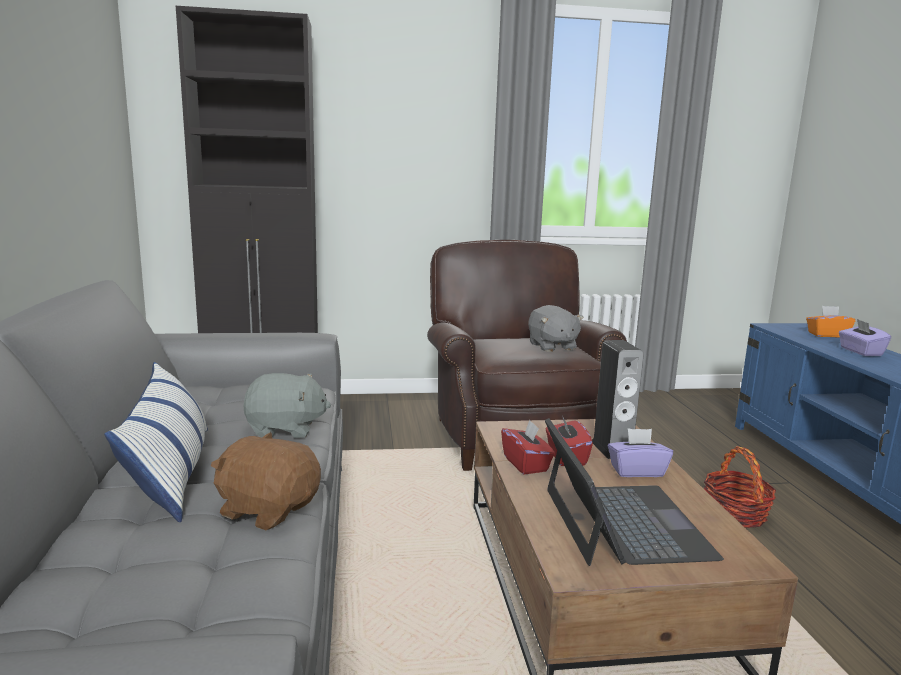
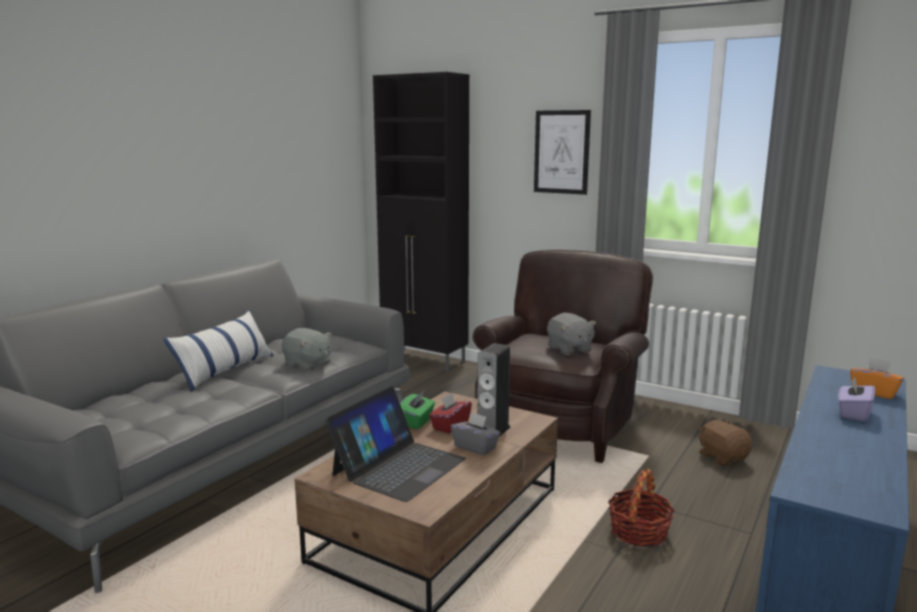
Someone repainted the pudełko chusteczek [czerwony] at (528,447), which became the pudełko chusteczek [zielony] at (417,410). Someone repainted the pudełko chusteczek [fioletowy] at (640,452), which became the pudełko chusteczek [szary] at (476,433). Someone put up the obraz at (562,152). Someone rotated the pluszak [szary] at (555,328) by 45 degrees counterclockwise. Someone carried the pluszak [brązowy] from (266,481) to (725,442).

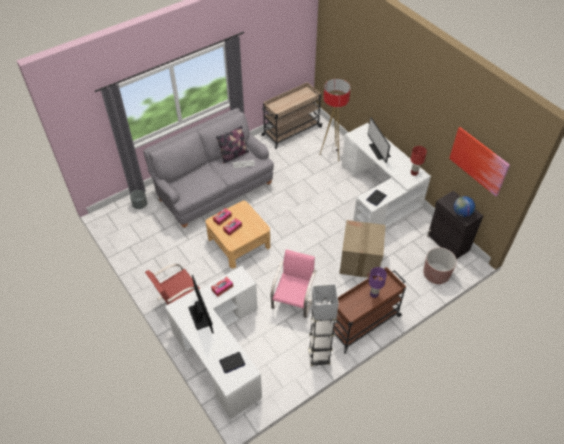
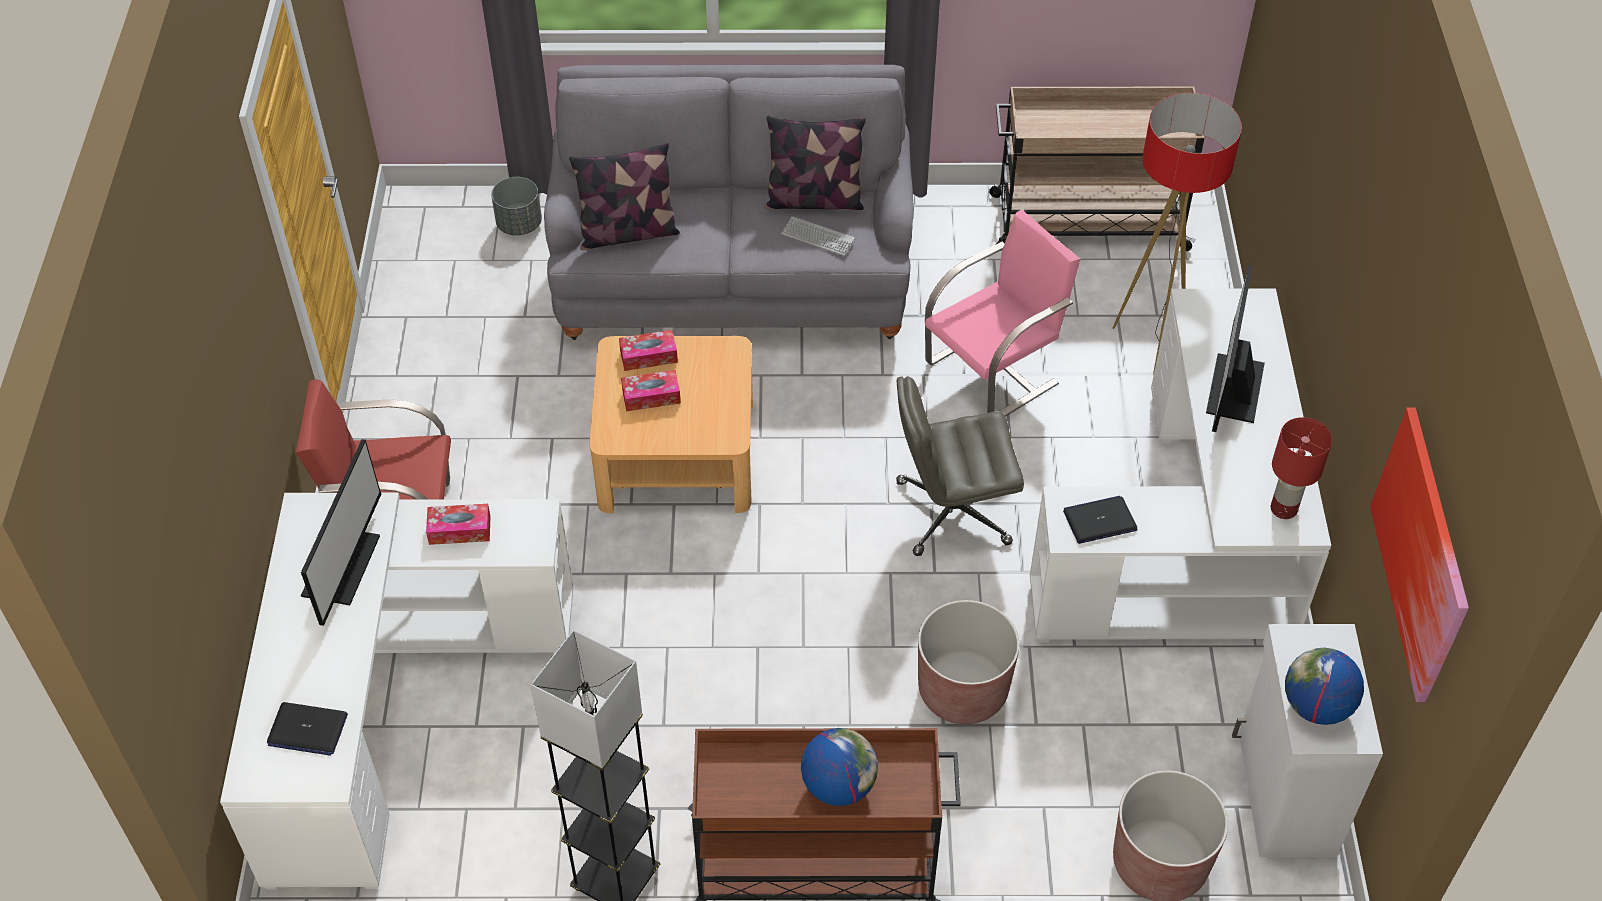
Someone put down the poduszka at (624,196). Someone swapped the lampa stołowa [fioletowy] at (378,282) for the globus at (839,767). Someone put down the krzesło biurowe [szary] at (960,466). Someone swapped the karton at (362,249) for the donica [brązowy] at (968,662). Someone carried the krzesło [różowy] from (294,283) to (1003,313). Someone repainted the szafka [czarny] at (455,225), which became the szafka [biały] at (1307,740).

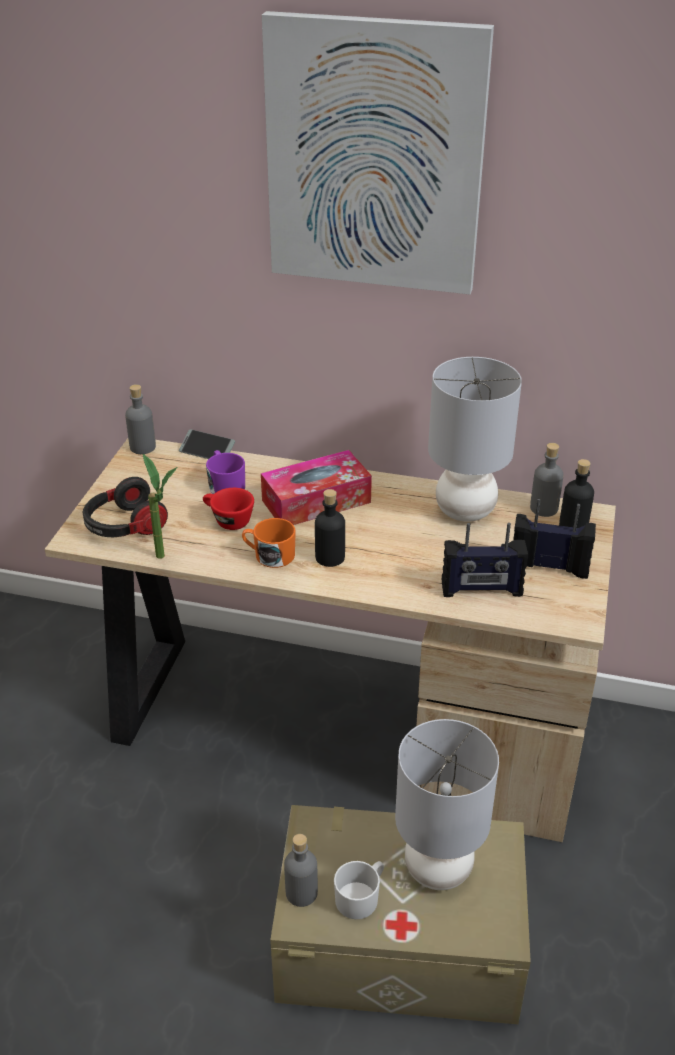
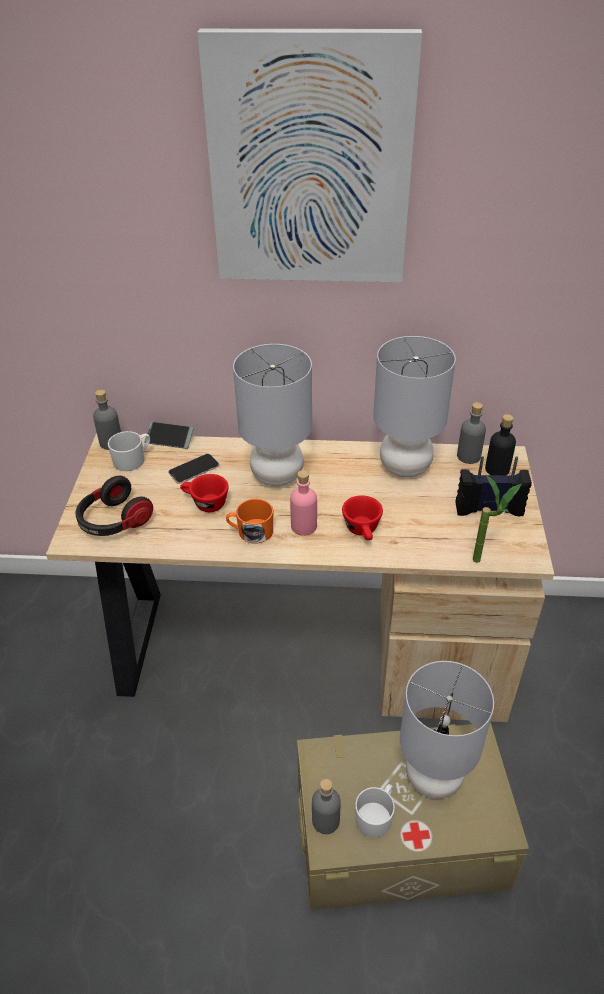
Someone put down the kubek [biały] at (129,451). Someone swapped the kubek [fioletowy] at (225,472) for the telefon at (193,469). Someone swapped the pudełko chusteczek at (316,487) for the lampa stołowa [szary] at (272,415). Someone repainted the butelka [czarny] at (330,528), which became the butelka [różowy] at (303,503). Someone put down the filiżanka [czerwony] at (362,517). Someone carried the roślina doniczkowa from (160,506) to (497,519). Someone took away the radio at (485,560).

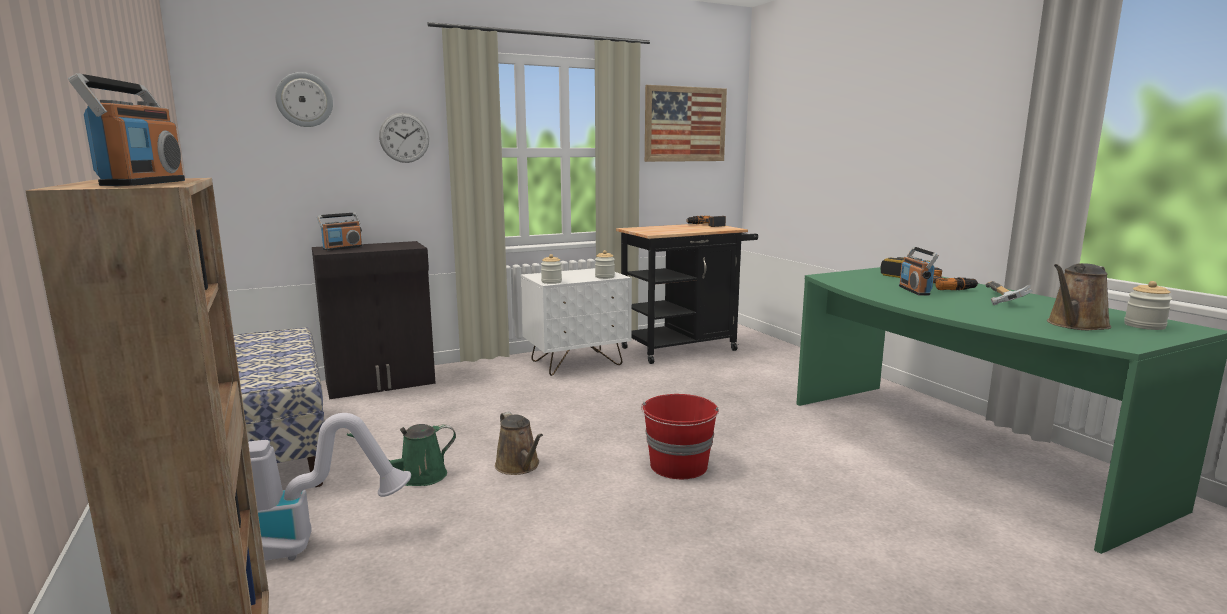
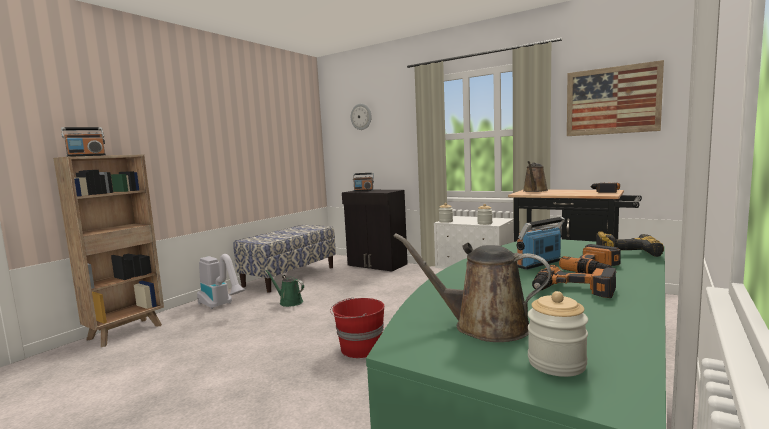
Someone carried the konewka [brązowy] from (519,443) to (535,176). Someone swapped the młotek at (1009,293) for the wiertarka at (574,281). Someone took away the zegar ścienny at (404,138).

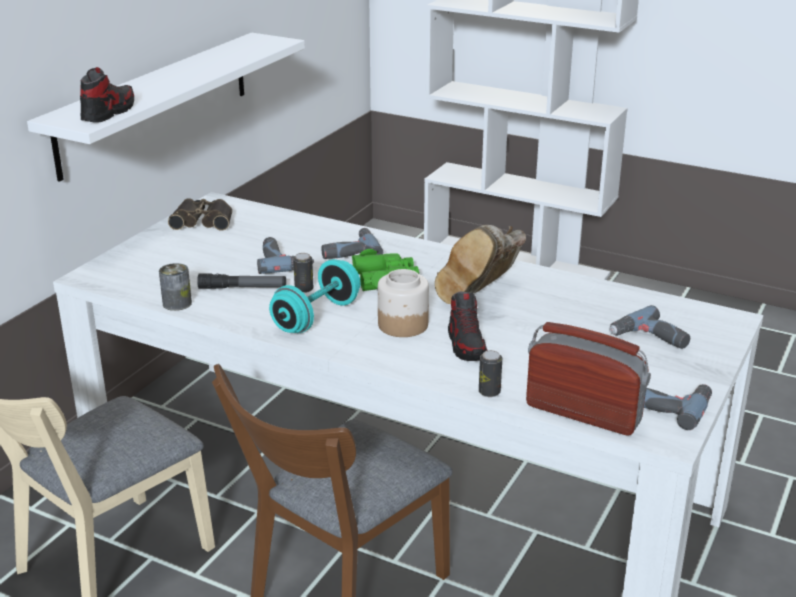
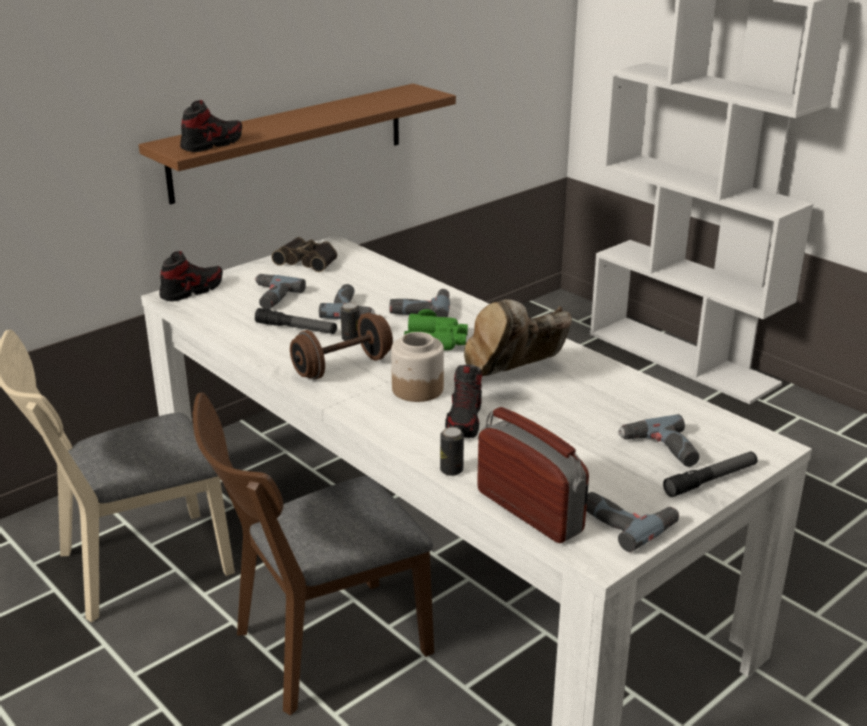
Someone repainted the półka [biały] at (166,107), which became the półka [brązowy] at (297,144). Someone put down the but at (191,276). Someone put down the wiertarka at (280,291). Someone repainted the hantel [turkusowy] at (314,296), which became the hantel [brązowy] at (341,346). Someone put down the latarka at (710,474). Someone took away the puszka at (175,287).

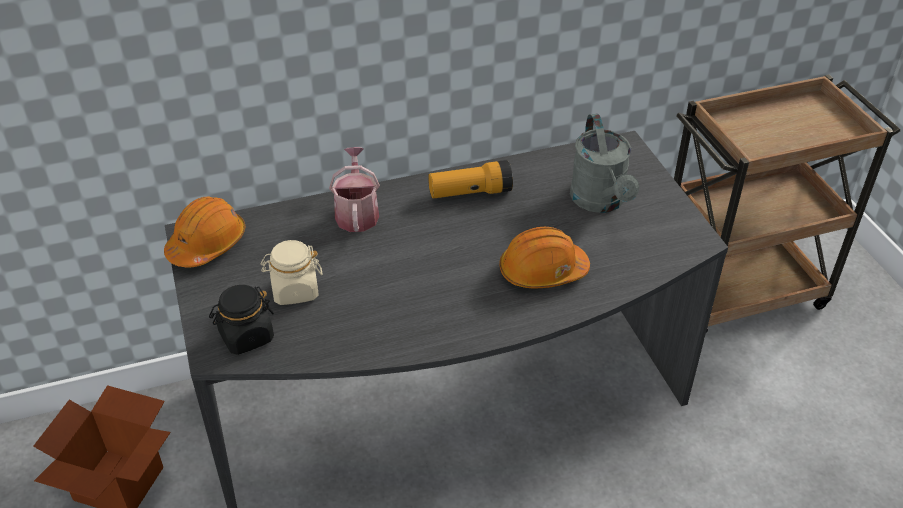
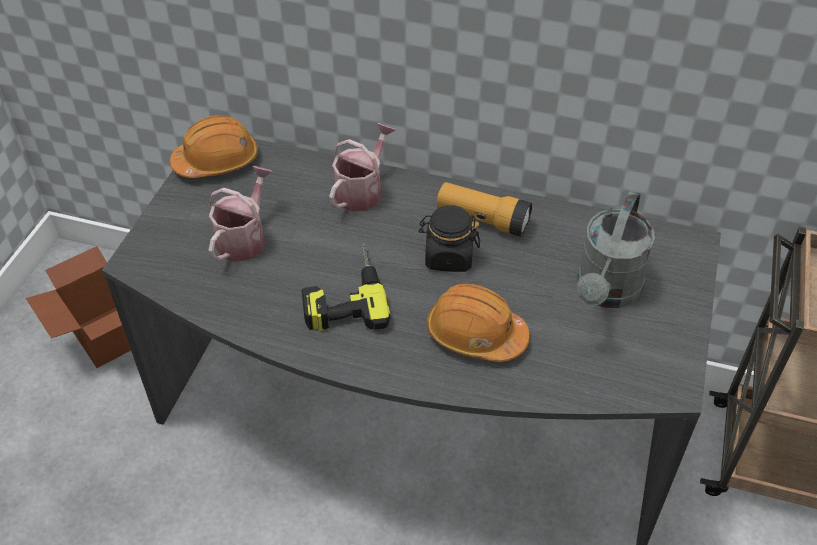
Someone swapped the słoik [beżowy] at (292,272) for the konewka at (240,214). Someone put down the wiertarka at (346,286). Someone carried the słoik [czarny] from (241,320) to (449,238).

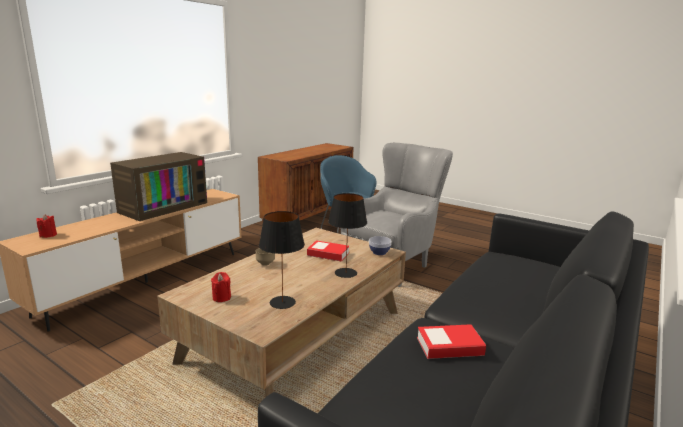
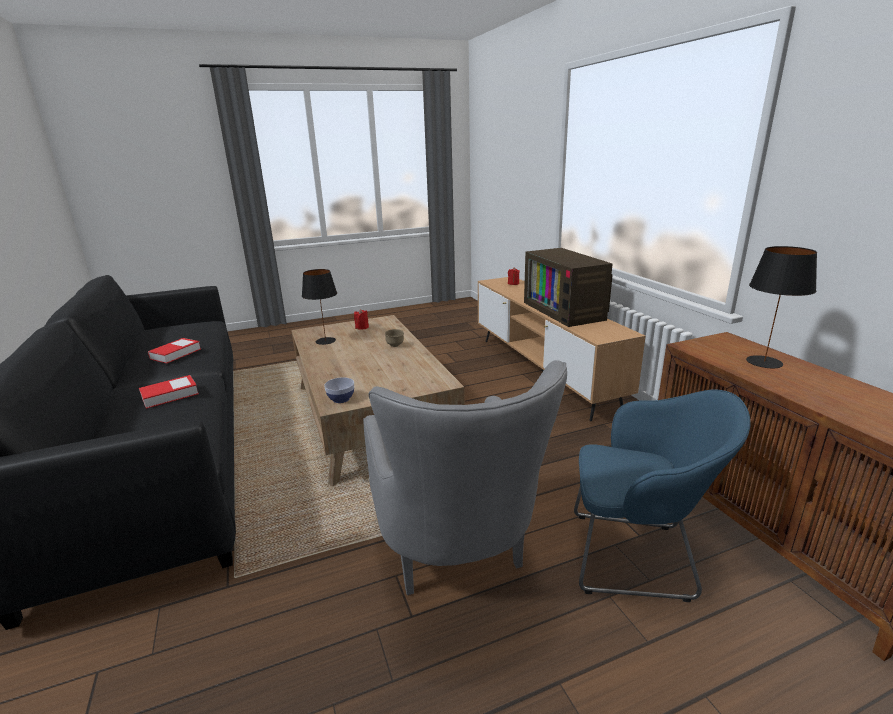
Someone carried the książka from (328,251) to (169,392). Someone carried the lampa stołowa [czarny] from (347,235) to (781,307).

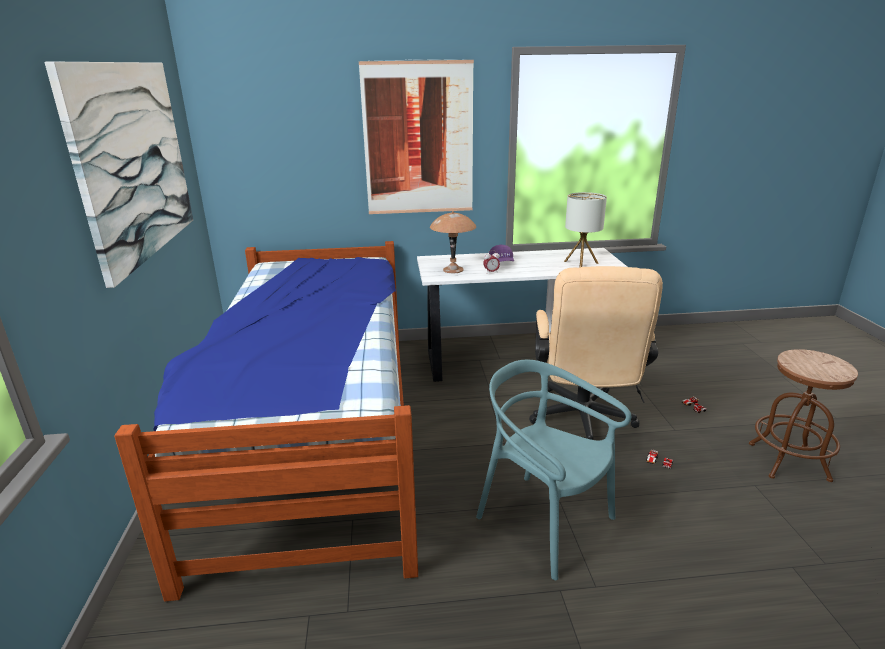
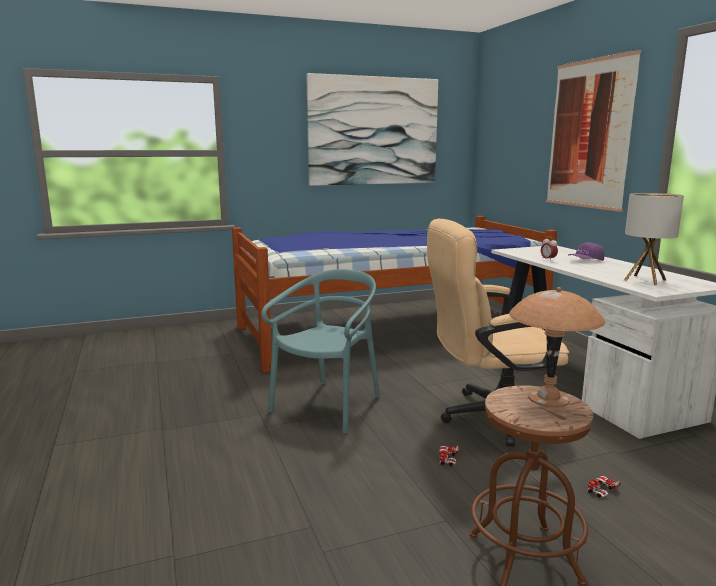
Someone carried the lampa stołowa [brązowy] from (453,242) to (557,347).

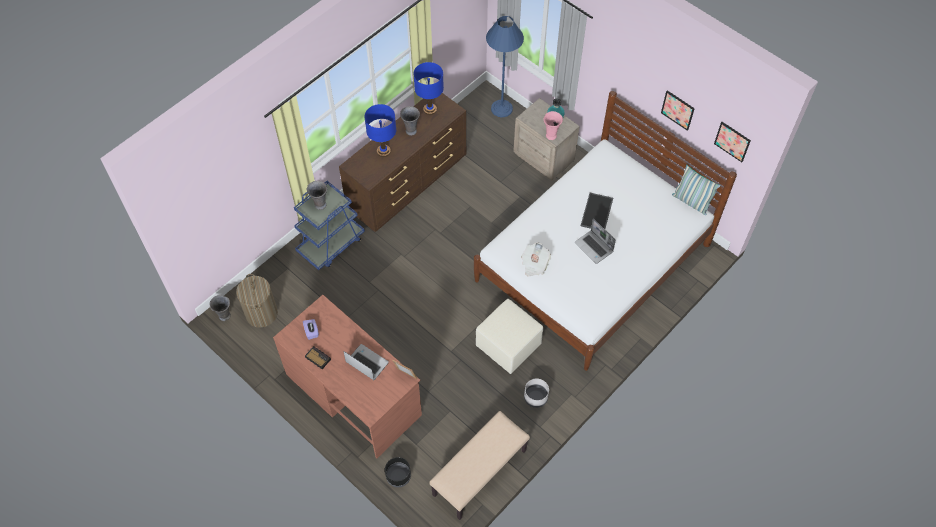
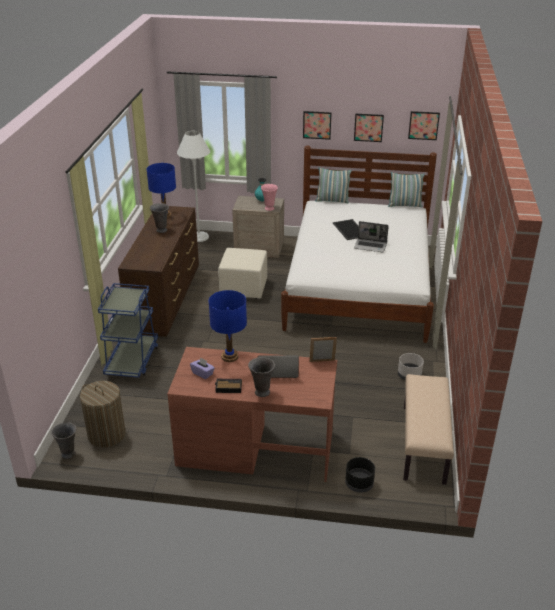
Someone repainted the lampa stojąca [niebieski] at (505,66), which became the lampa stojąca [biały] at (193,186). Someone carried the lampa stołowa [niebieski] from (380,130) to (228,326). Someone carried the pufa [beżowy] from (509,336) to (242,273). Someone carried the wazon [szary] from (317,195) to (261,377). Someone put up the obraz at (317,125). Someone put down the poduszka at (333,185). Someone took away the gazeta at (536,259).

